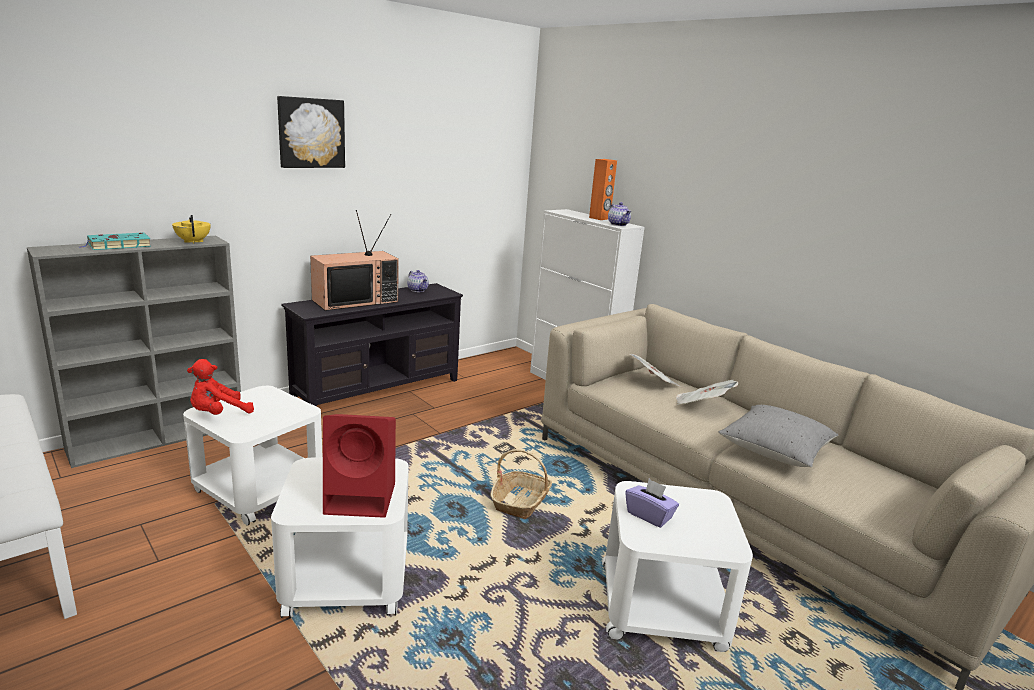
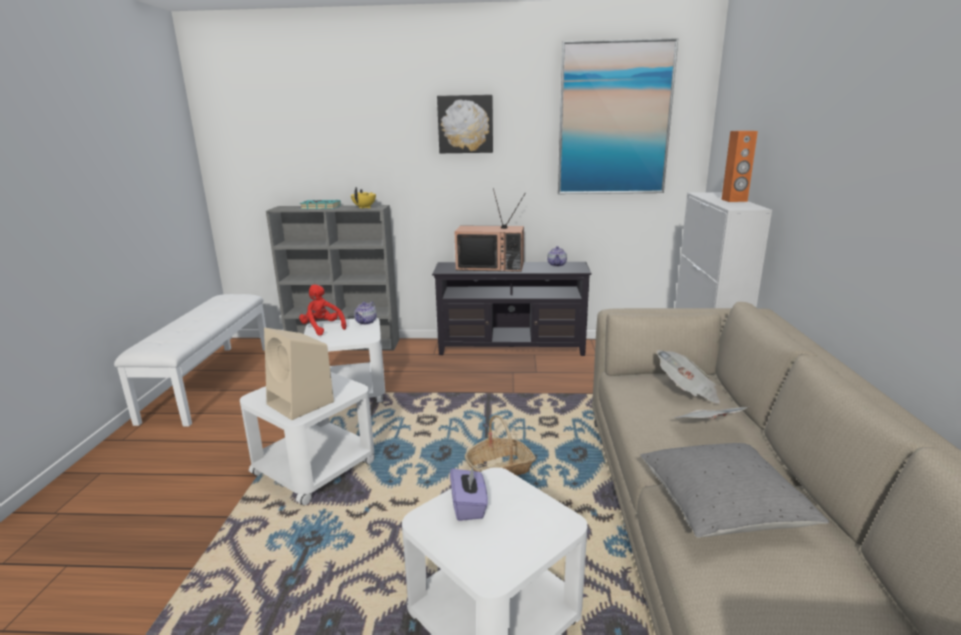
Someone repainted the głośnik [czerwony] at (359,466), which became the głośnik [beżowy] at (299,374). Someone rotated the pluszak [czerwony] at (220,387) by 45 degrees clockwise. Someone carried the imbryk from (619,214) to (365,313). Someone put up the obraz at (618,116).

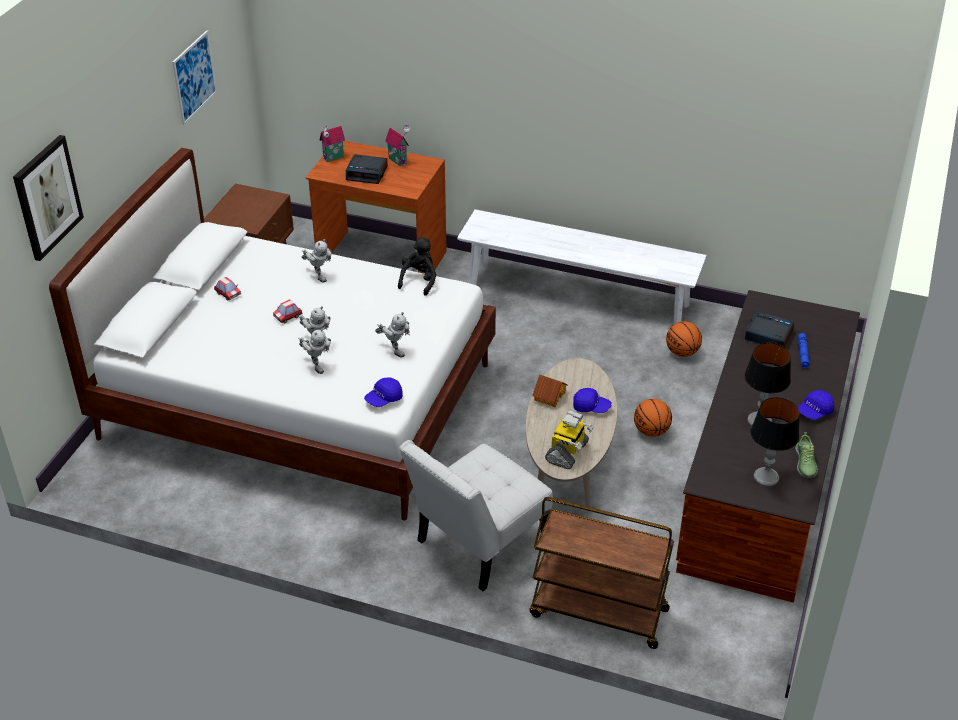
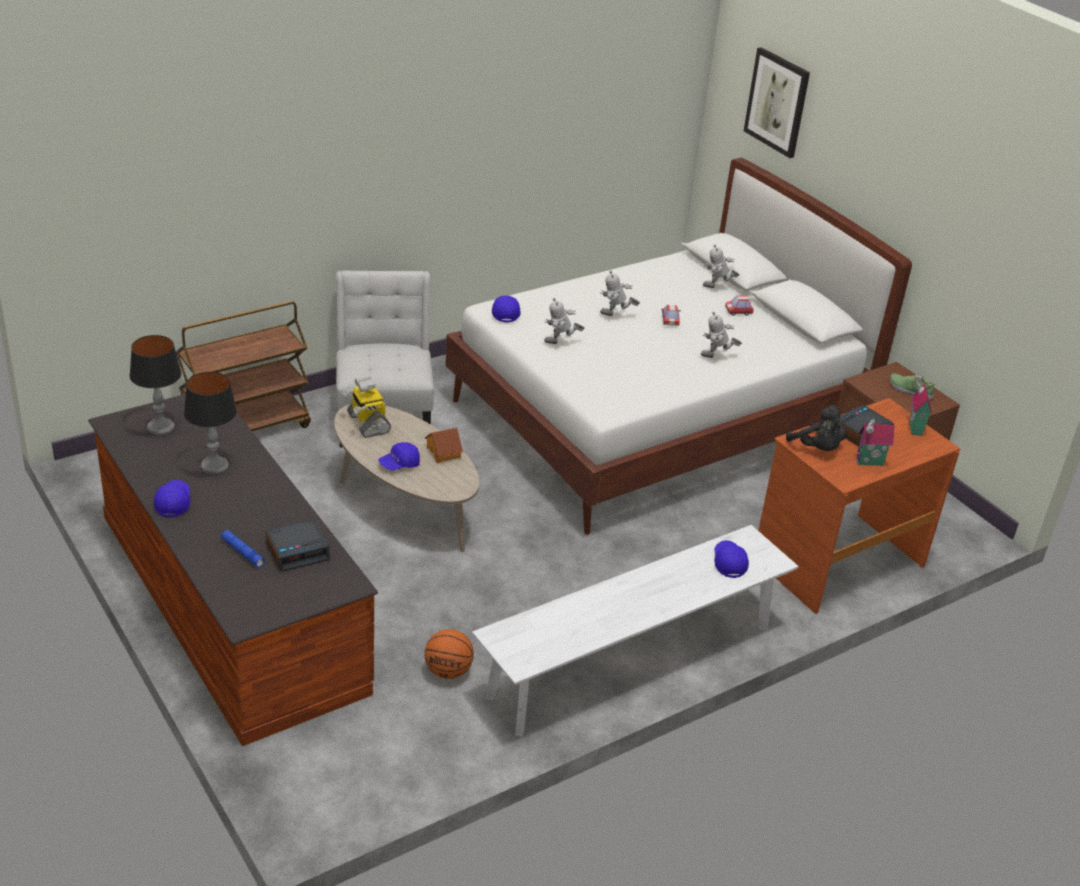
Someone carried the robot zabawkowy from (314,351) to (721,266). Someone put down the czapka z daszkiem [niebieski] at (731,559). Someone carried the pluszak [czarny] from (417,267) to (816,428). Someone carried the but from (806,455) to (913,386). Someone took away the obraz at (194,77). Someone took away the piłka do koszykówki at (653,418).

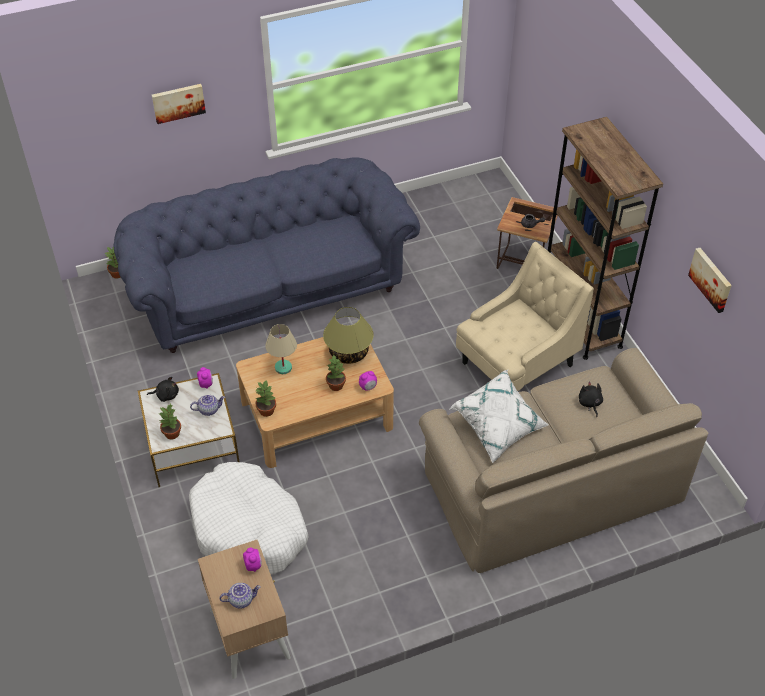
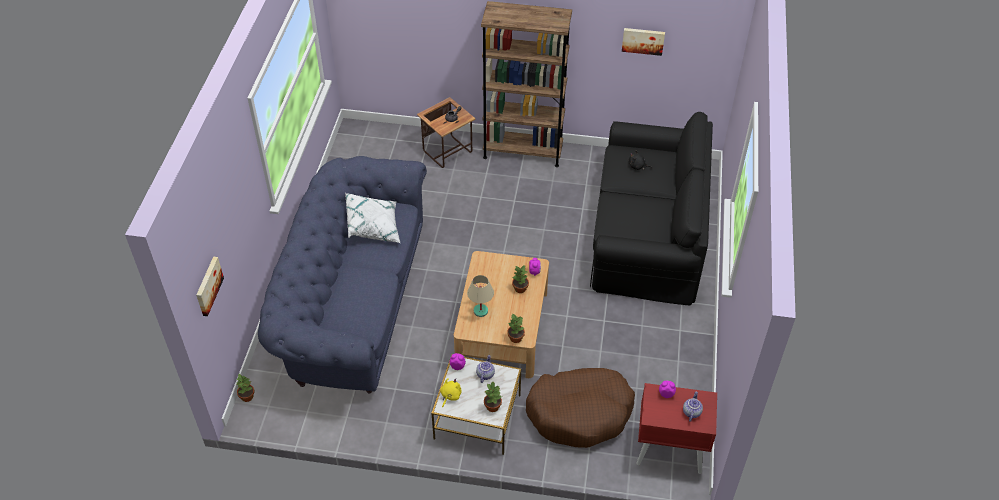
Someone carried the obraz from (179,104) to (210,286). Someone carried the poduszka [biały] from (499,416) to (372,218). Someone repainted the pluszak [czarny] at (163,389), which became the pluszak [żółty] at (451,393). Someone repainted the legowisko [biały] at (248,518), which became the legowisko [brązowy] at (580,408). Someone repainted the kanapa [beżowy] at (563,460), which became the kanapa [czarny] at (651,208). Someone repainted the szafka nocna [beżowy] at (244,609), which became the szafka nocna [czerwony] at (676,428). Someone took away the lampa stołowa at (348,335). Someone took away the fotel [beżowy] at (525,316).

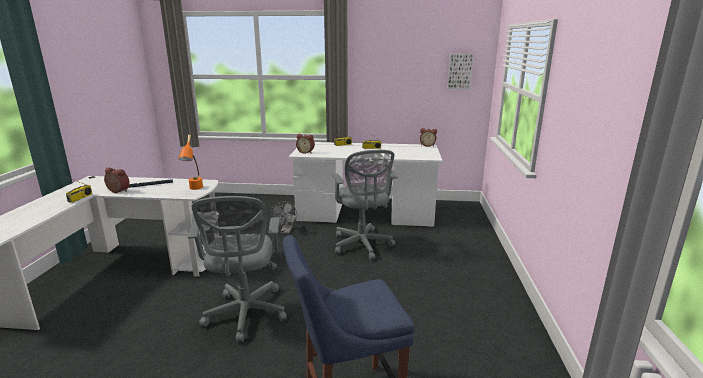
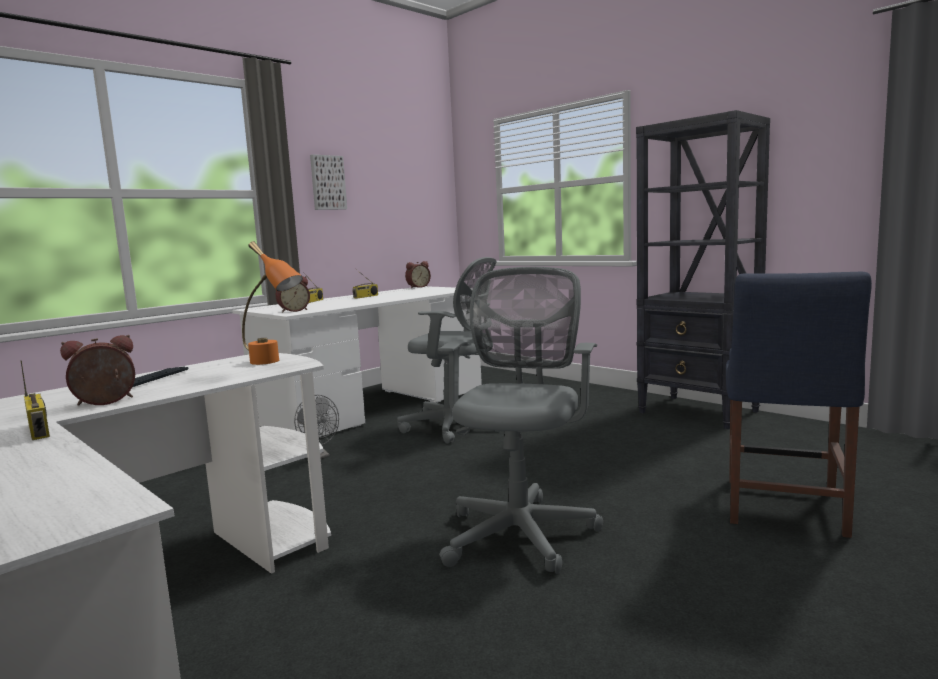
Someone carried the obraz from (460,71) to (328,182). Someone rotated the krzesło biurowe [szary] at (237,269) by 105 degrees counterclockwise. Someone put down the regał [czarny] at (703,269).

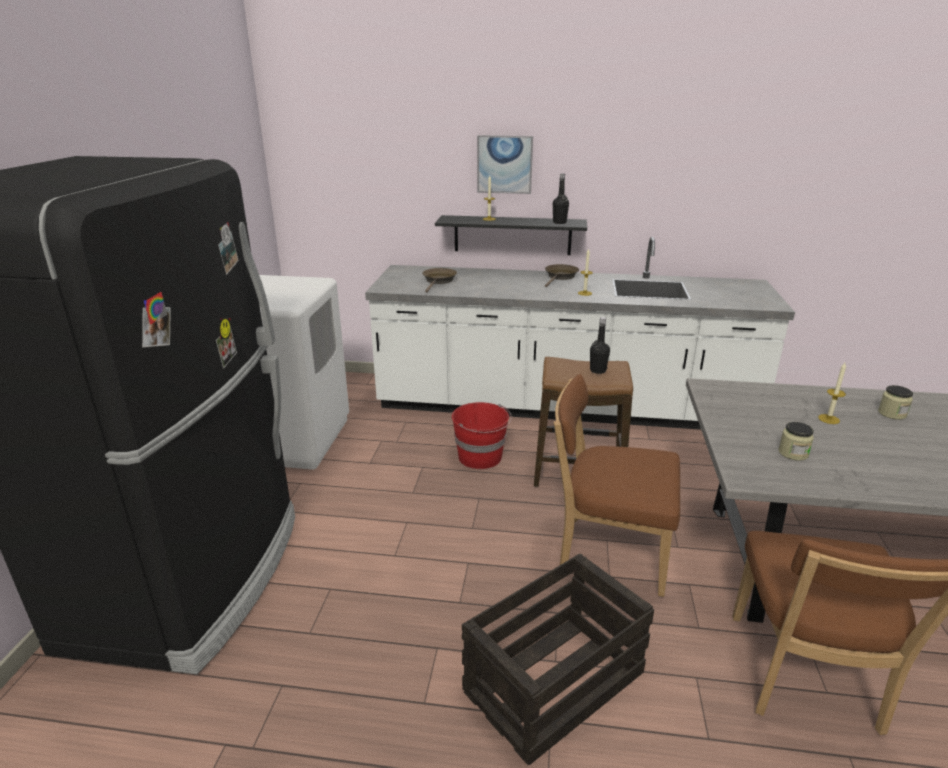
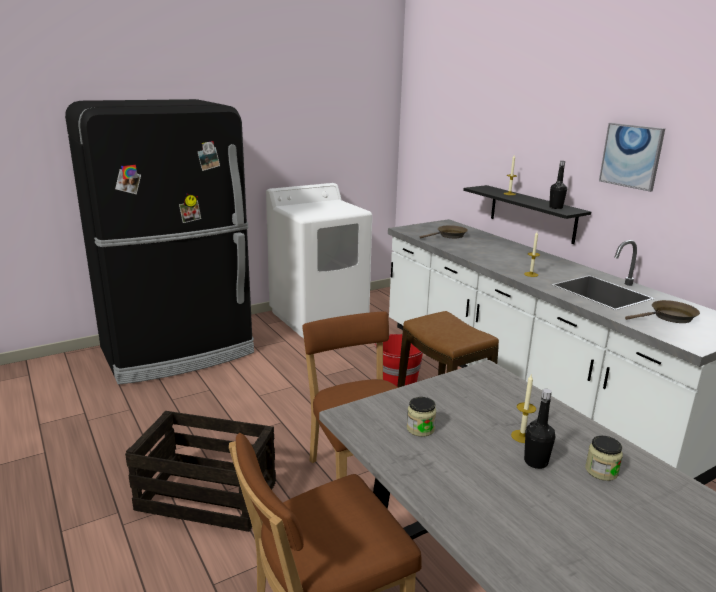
Someone carried the butelka [czarny] from (600,345) to (539,429). Someone carried the obraz from (505,164) to (632,157). Someone carried the patelnia [brązowy] from (562,275) to (662,311).

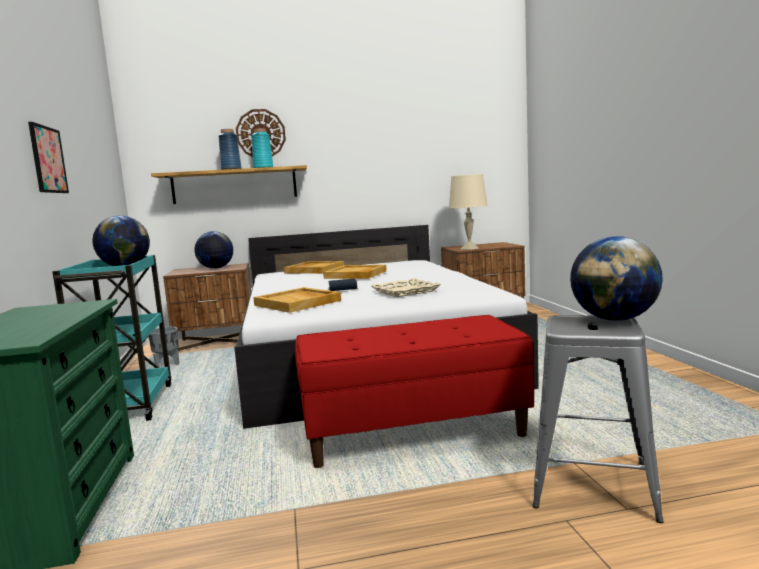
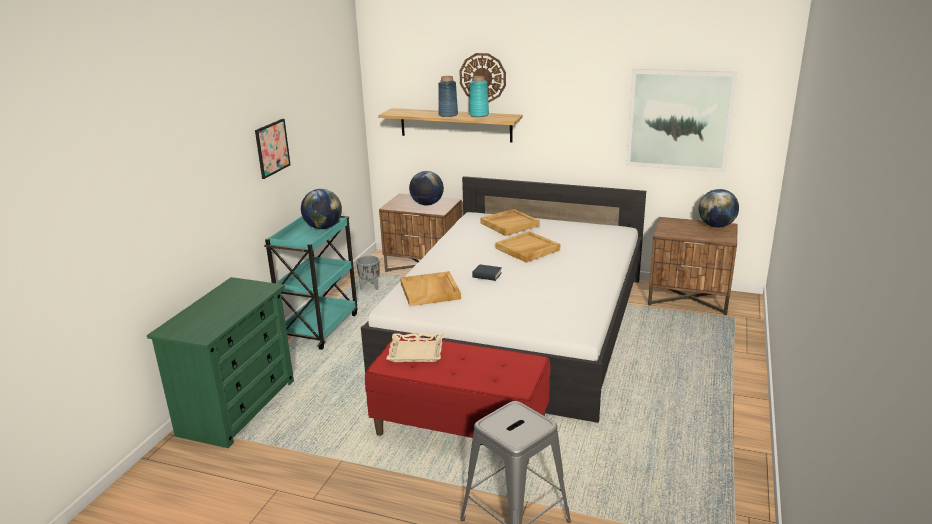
Someone carried the taca [beżowy] from (405,287) to (415,347). Someone put up the obraz at (682,120). Someone carried the globus from (616,278) to (719,208). Someone took away the lampa stołowa [beżowy] at (468,212).

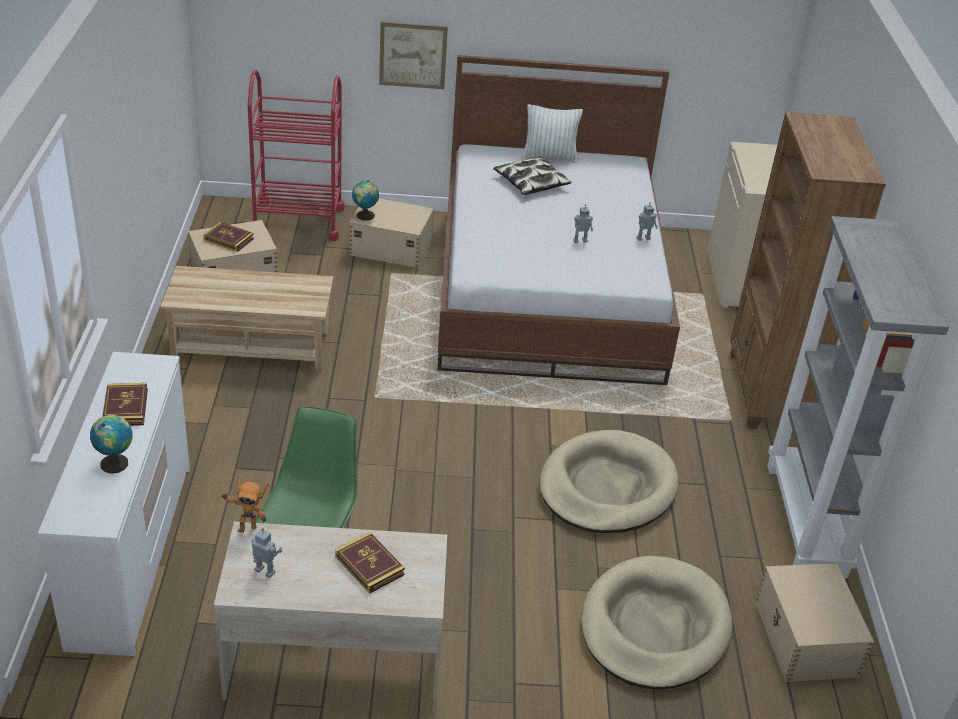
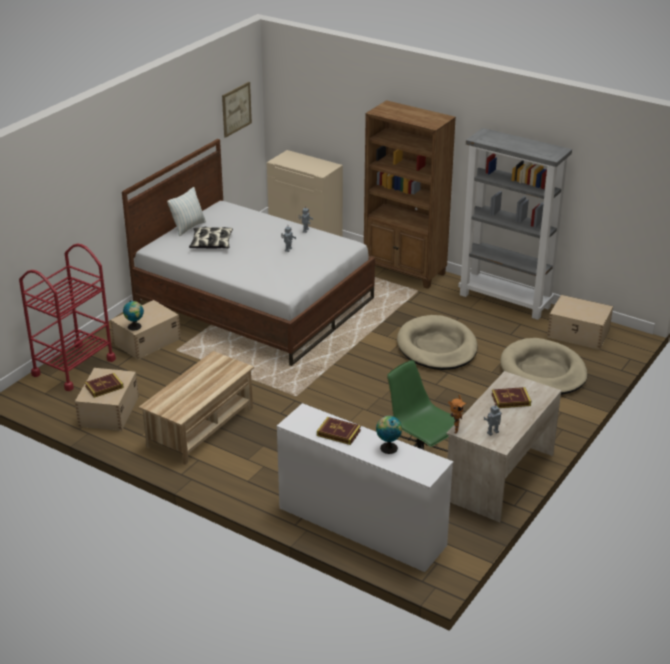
Someone carried the obraz from (413,55) to (237,110).

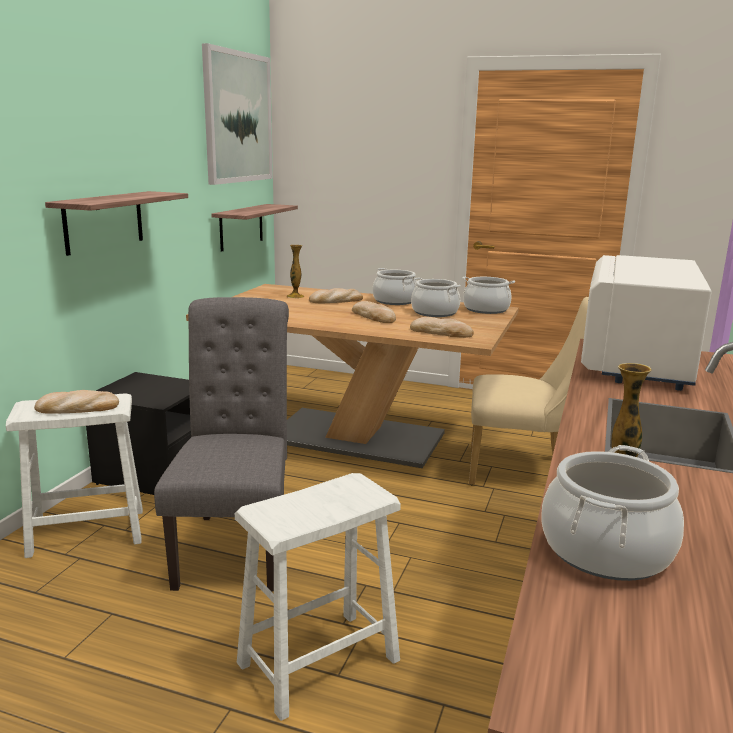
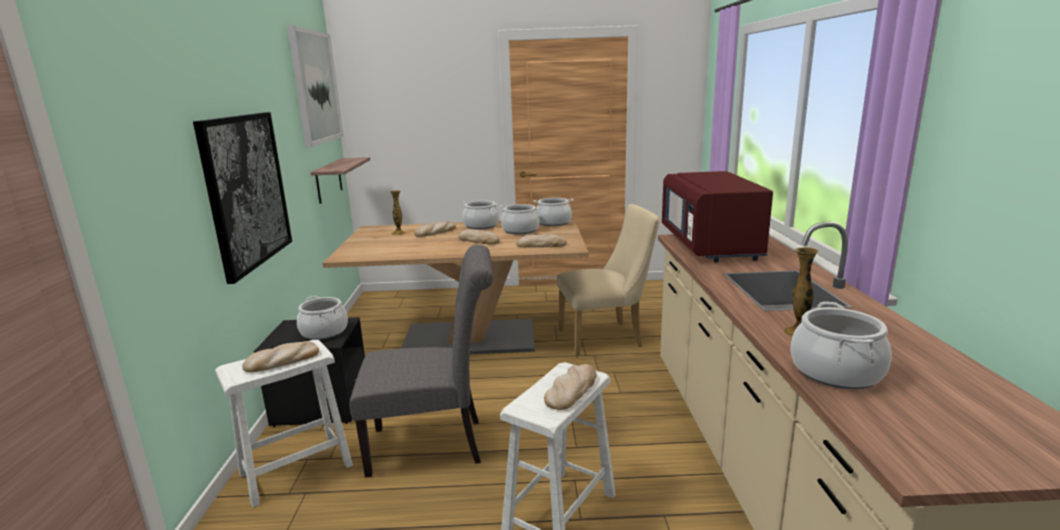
Someone swapped the półka at (116,223) for the obraz at (242,198). Someone put down the garnek at (322,318). Someone rotated the krzesło [szary] at (221,444) by 105 degrees clockwise. Someone put down the chleb at (570,387). Someone repainted the mikrofalówka [biały] at (646,323), which became the mikrofalówka [czerwony] at (717,216).

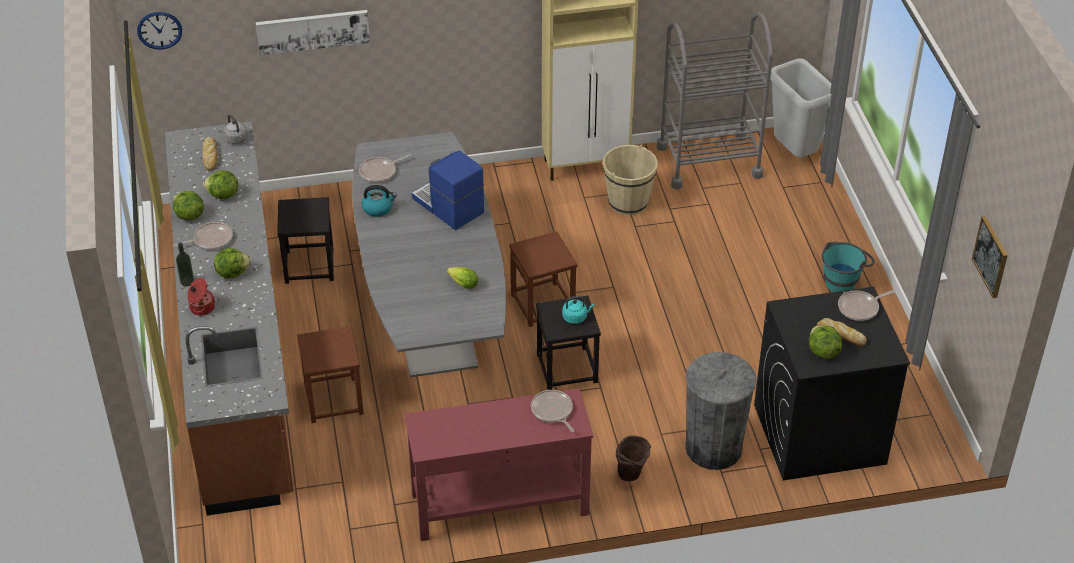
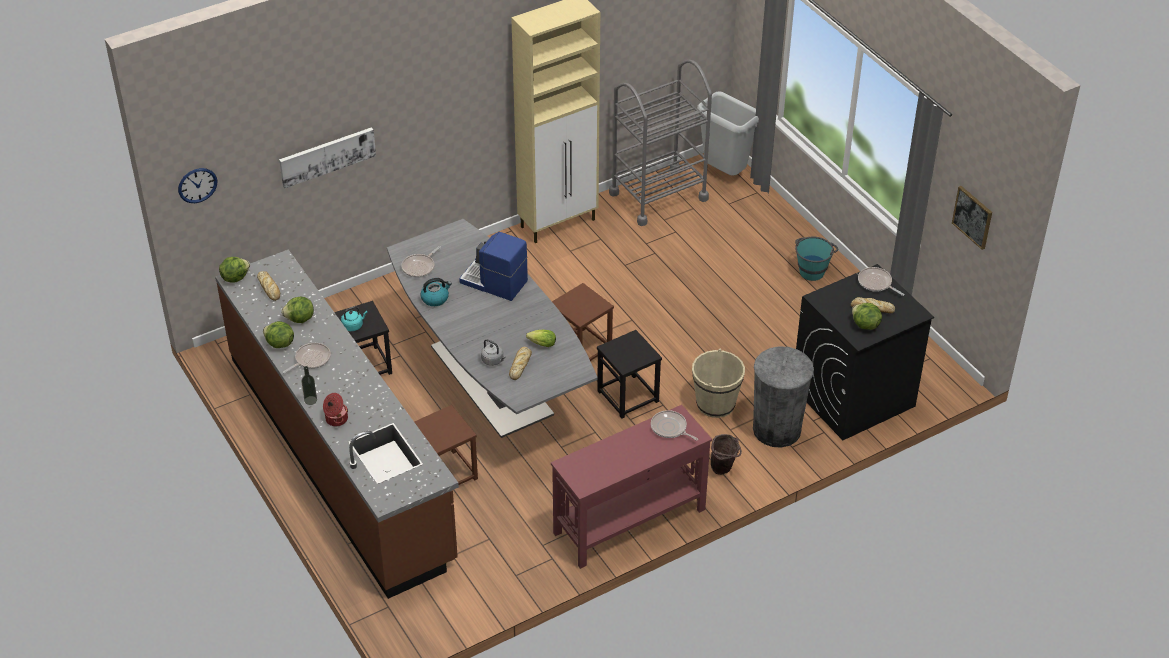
Someone carried the sałata from (232,263) to (234,270). Someone carried the czajnik [turkusowy] from (578,310) to (354,318). Someone carried the czajnik [szary] from (236,129) to (493,352). Someone put down the chleb at (520,363). Someone carried the wiadro [beżowy] from (630,180) to (718,383). Someone rotated the patelnia at (866,305) by 90 degrees clockwise.

